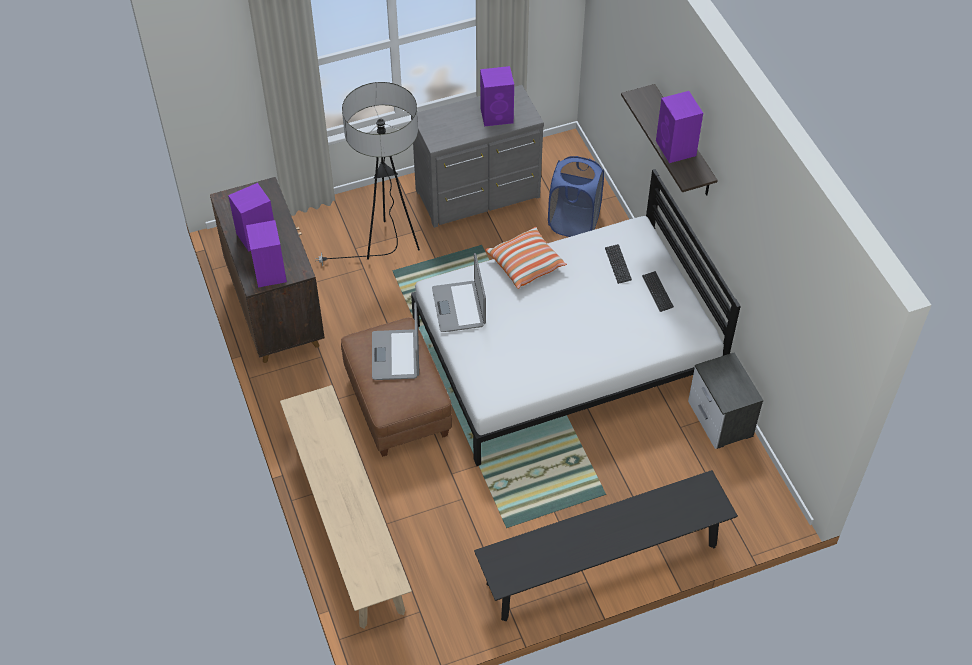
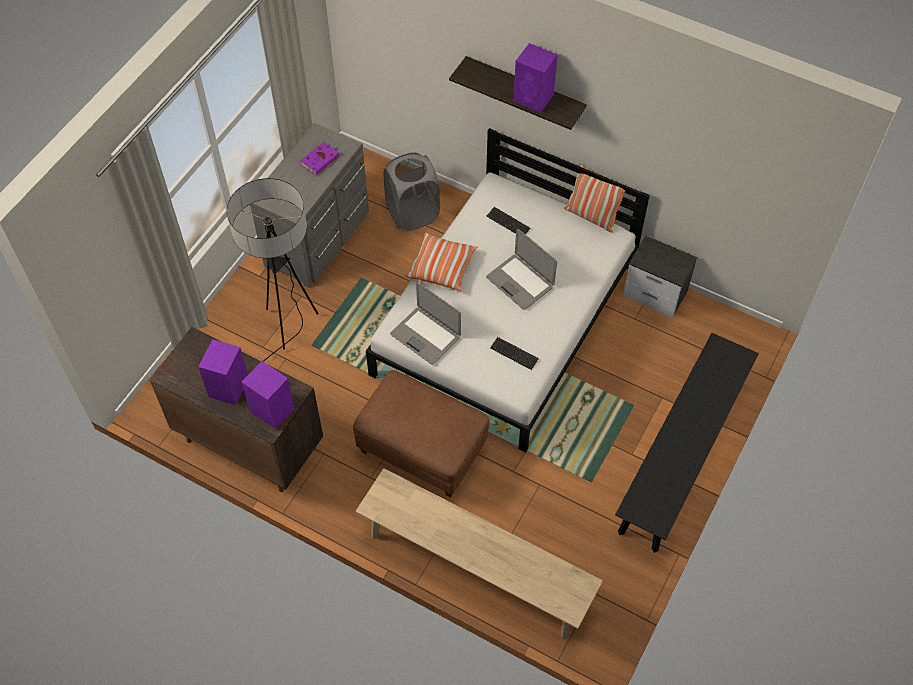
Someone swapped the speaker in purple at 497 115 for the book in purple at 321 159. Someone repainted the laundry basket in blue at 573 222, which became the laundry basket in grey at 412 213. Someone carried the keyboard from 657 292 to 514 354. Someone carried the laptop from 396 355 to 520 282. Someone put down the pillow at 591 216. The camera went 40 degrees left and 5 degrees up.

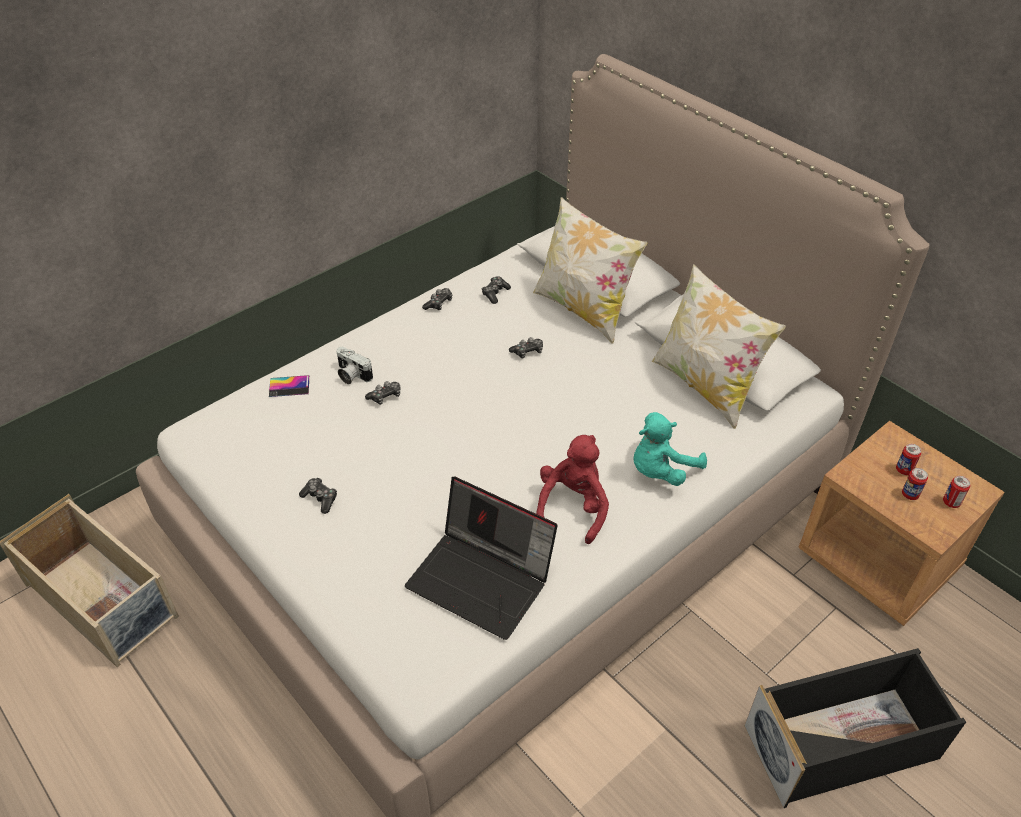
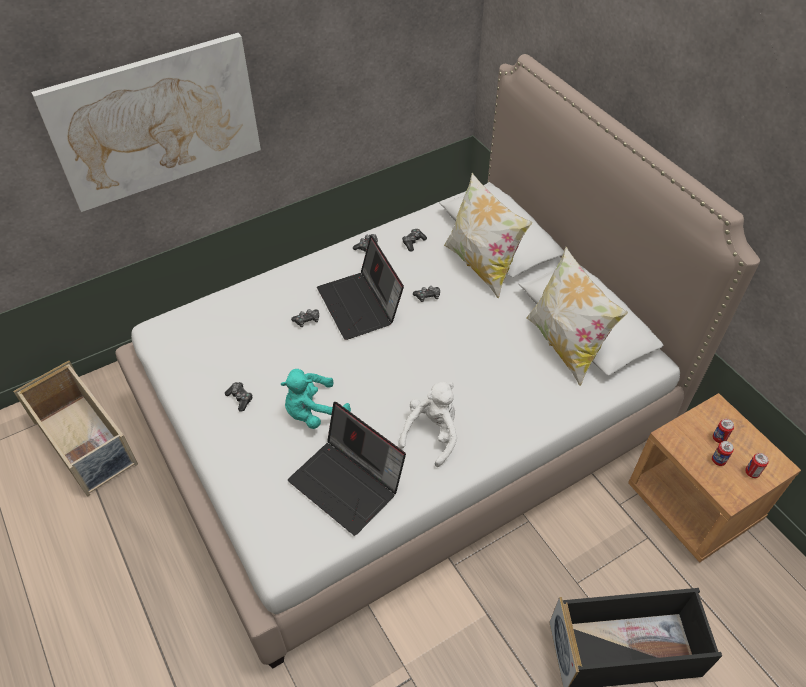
Someone took away the photo camera at 351 375. Someone took away the phone at 289 386. Someone carried the plush toy in turquoise from 660 470 to 313 412. Someone repainted the plush toy in red at 573 507, which became the plush toy in white at 432 434. Someone put up the picture at 156 122. Someone put down the laptop at 361 305. The camera went 10 degrees right and 5 degrees up.

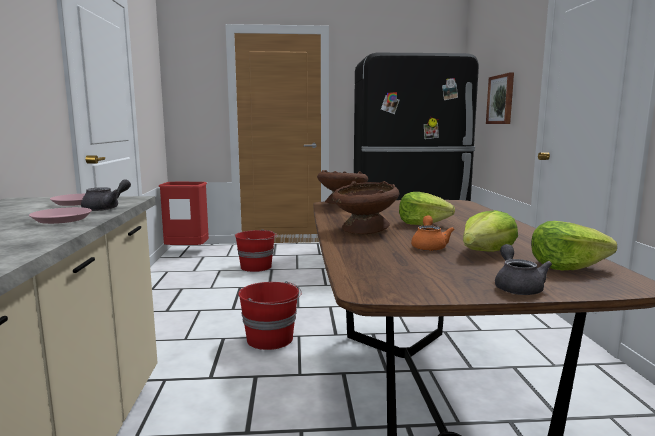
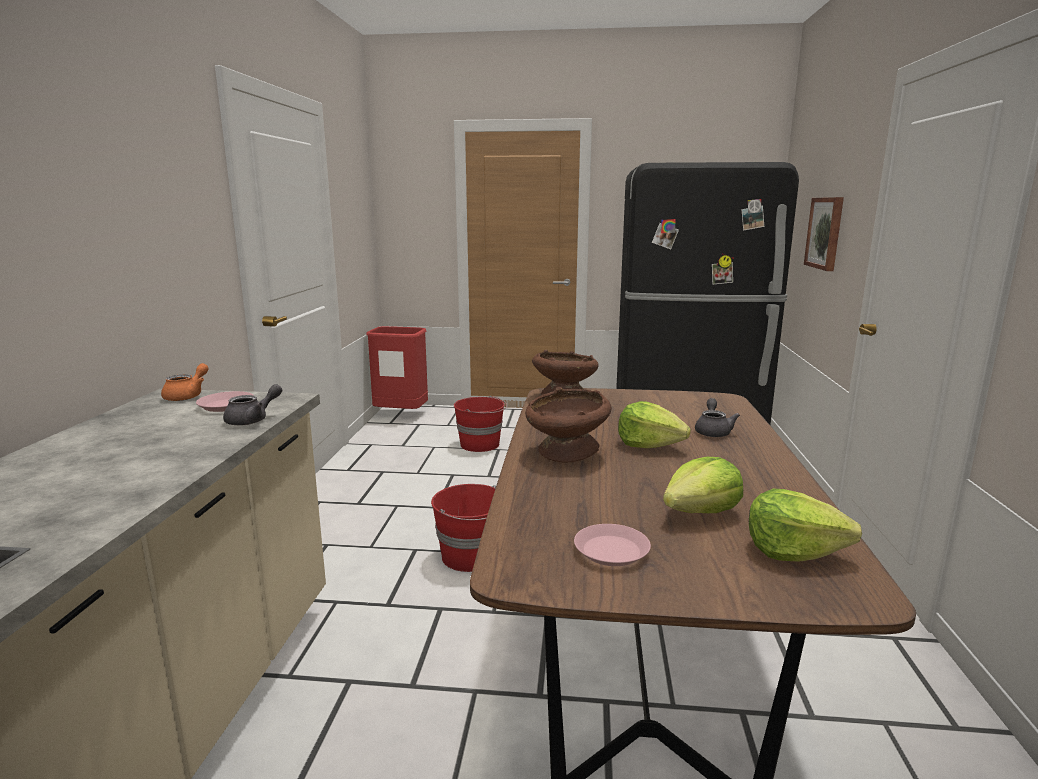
Someone carried the plate in pink from 61 219 to 611 550. Someone carried the teapot in orange from 429 246 to 188 396. Someone carried the teapot in grey from 517 287 to 713 431. The camera went 10 degrees right and 5 degrees up.

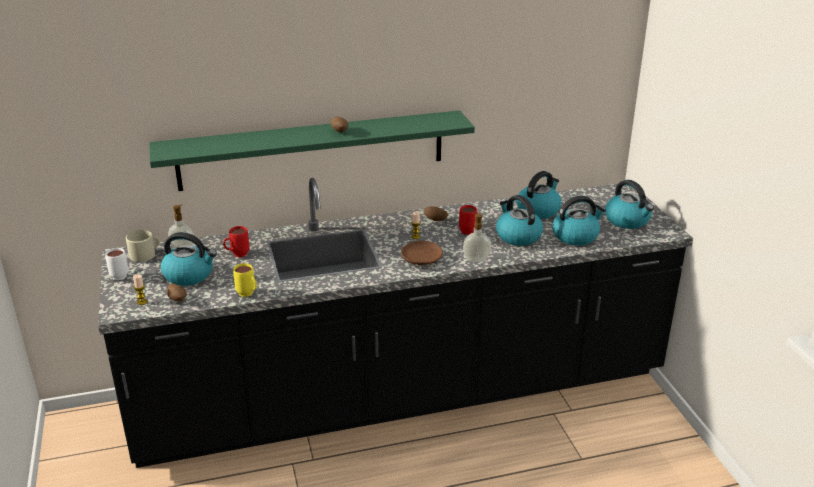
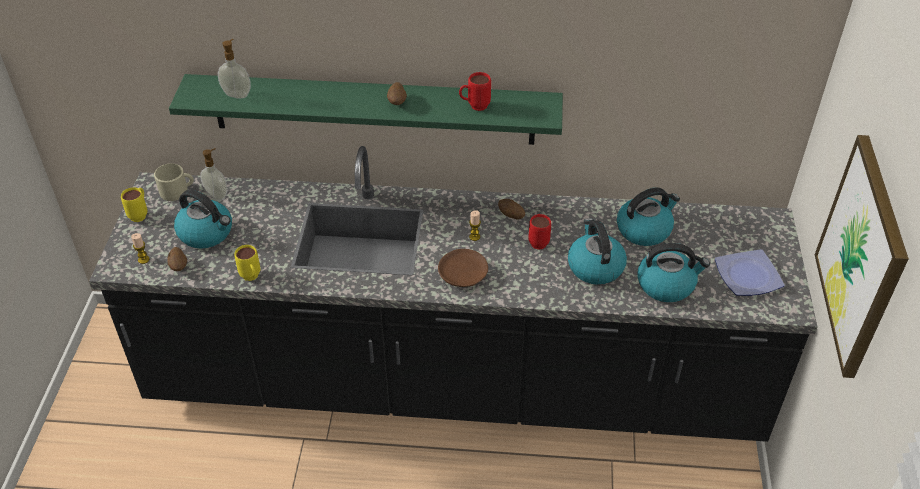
Someone swapped the kettle at 627 220 for the plate at 748 275. Someone carried the soap dispenser from 476 259 to 237 94. Someone carried the mug in red from 237 255 to 474 106. Someone repainted the mug in white at 120 274, which became the mug in yellow at 140 214. Someone put up the picture at 861 256. The camera went 20 degrees right and 15 degrees up.

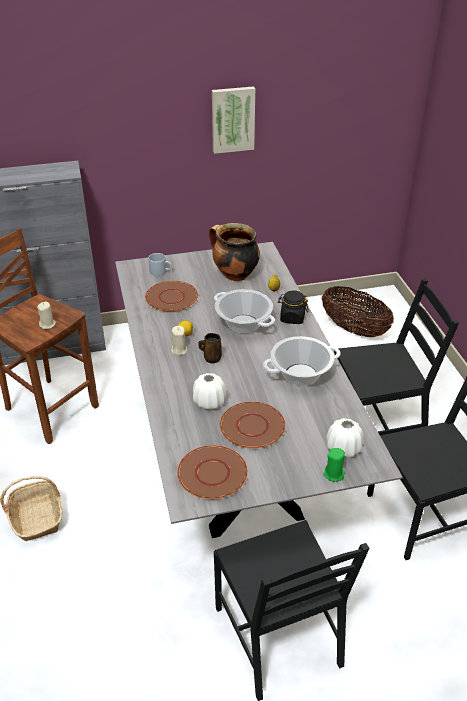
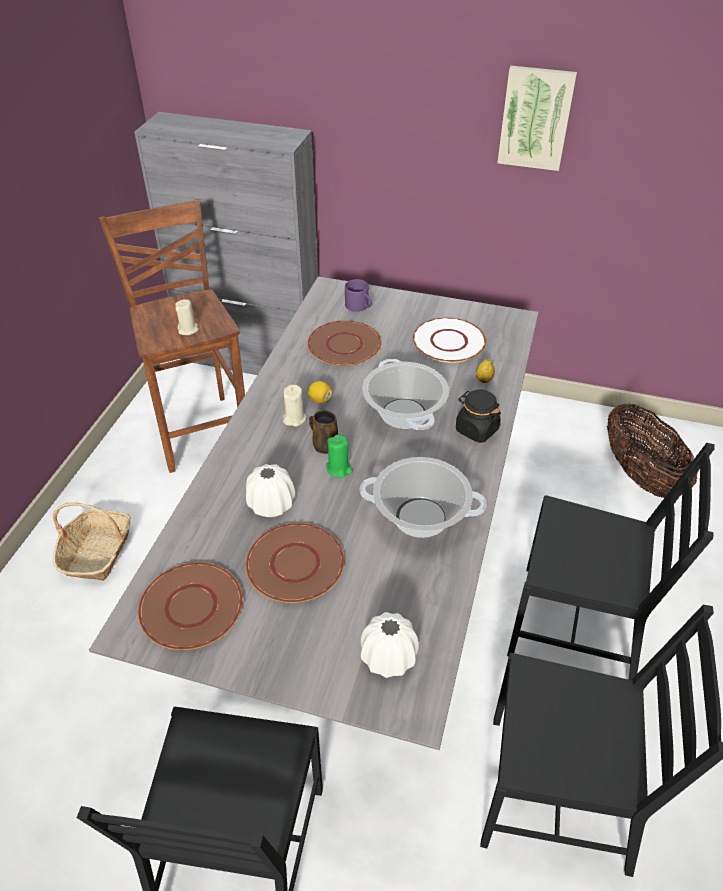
Someone swapped the cooking pot at 234 275 for the plate in white at 448 341. Someone repainted the mug in grey at 161 271, which became the mug in purple at 360 306. Someone carried the candle in green from 334 474 to 339 469. The camera went 30 degrees right and 5 degrees up.

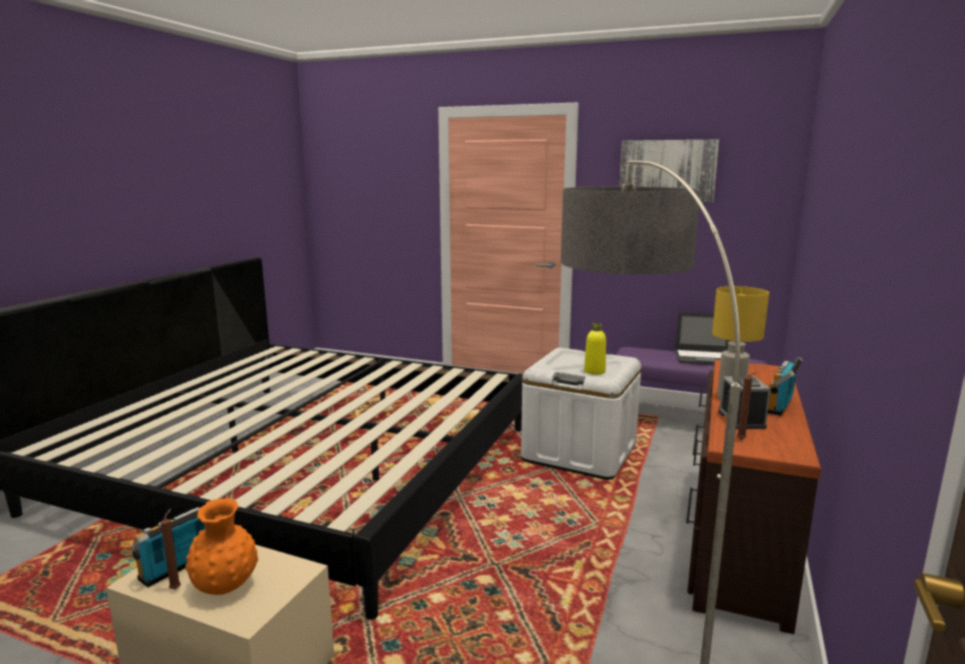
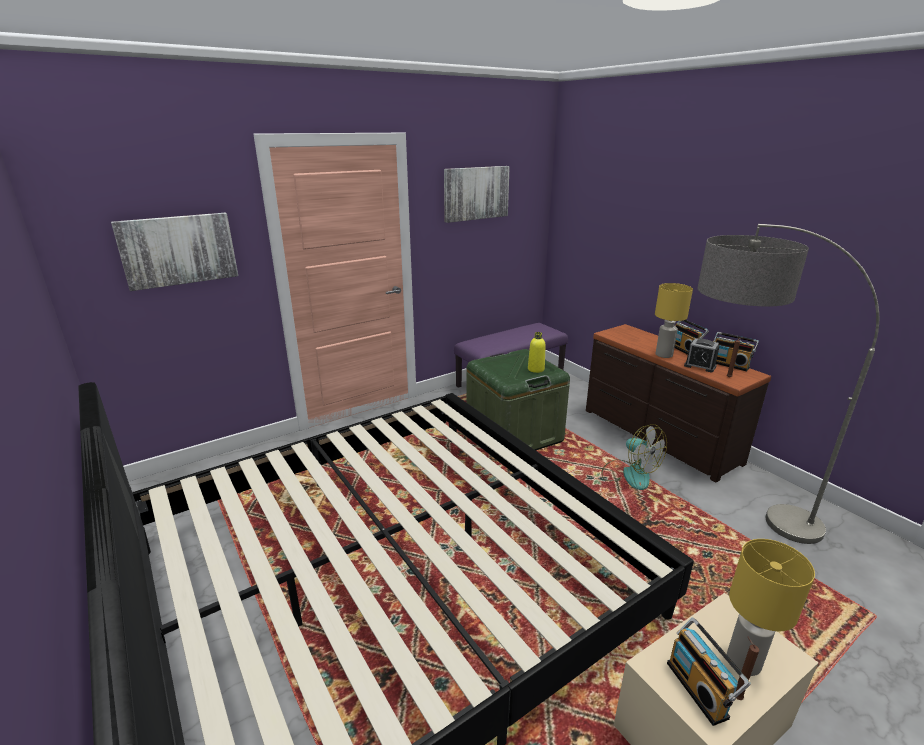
Someone took away the laptop at 704 358. Someone repainted the storage box in white at 579 452, which became the storage box in green at 514 433. Someone swapped the vase in orange at 225 587 for the table lamp in yellow at 742 661. Someone put up the picture at 178 250. Someone put down the radio at 729 364. Someone put down the fan at 629 474. The camera went 55 degrees left and 10 degrees up.

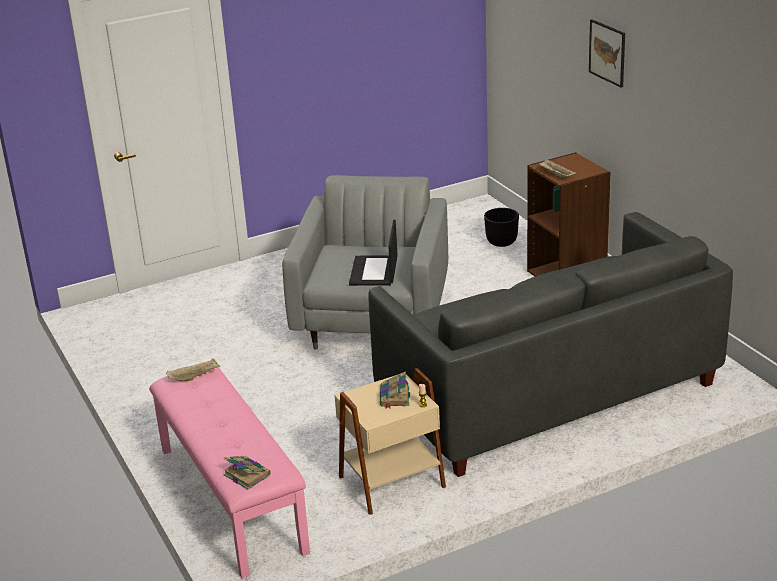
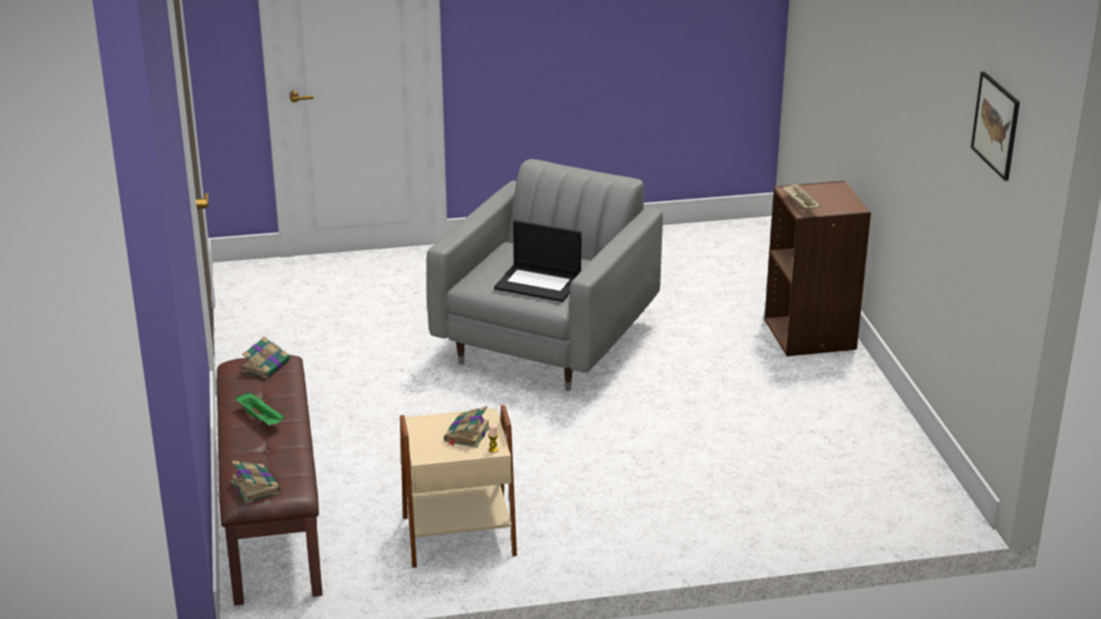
Someone carried the picture from 607 52 to 996 125. Someone took away the planter in black at 502 242. Someone took away the sofa in grey at 548 393. Someone rotated the laptop at 374 271 by 90 degrees counterclockwise. Someone swapped the tray in beige at 194 377 for the book at 266 365. Someone repainted the bench in pink at 230 499, which became the bench in brown at 270 515. Someone put down the tray in green at 261 419. The camera went 15 degrees right and 0 degrees up.

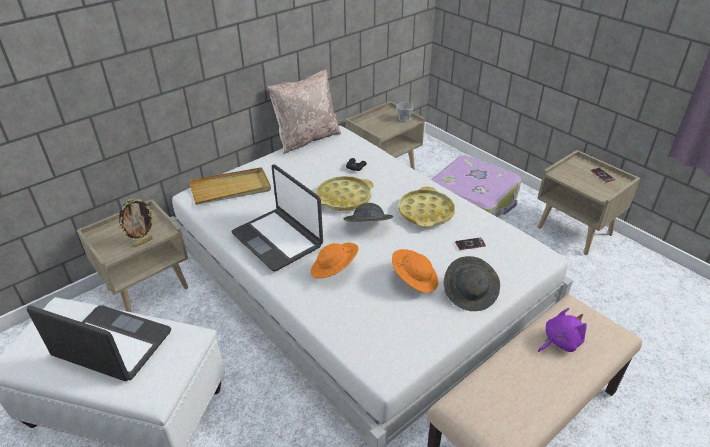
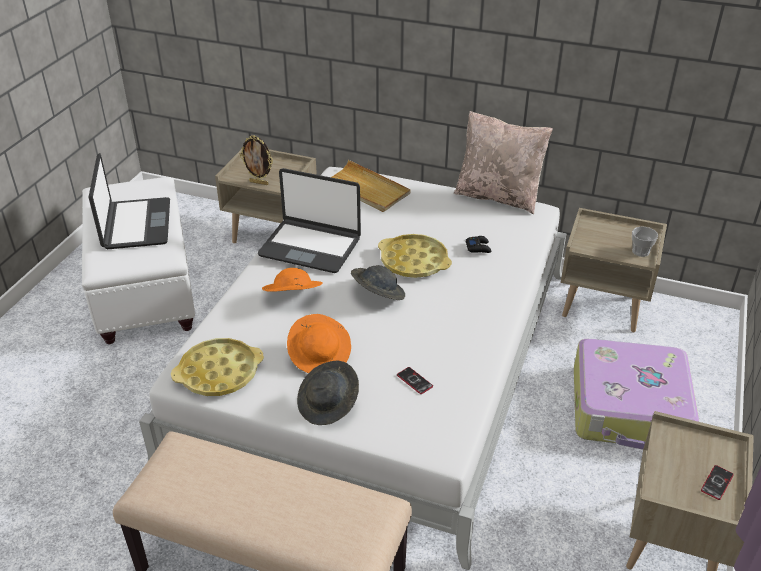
Someone rotated the laptop at 278 239 by 90 degrees counterclockwise. Someone carried the tray in yellow from 426 212 to 219 373. Someone took away the plush toy in purple at 560 341. The camera went 60 degrees right and 0 degrees up.

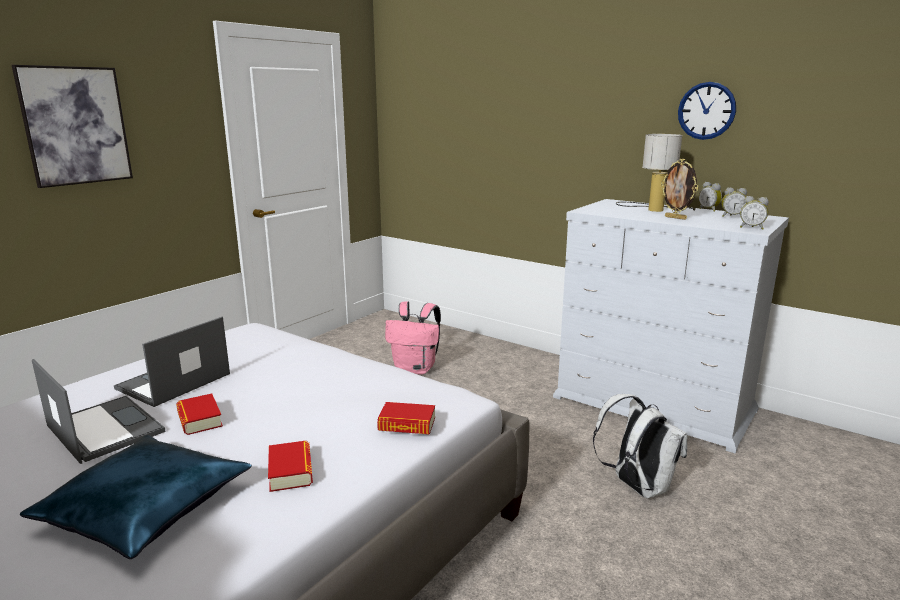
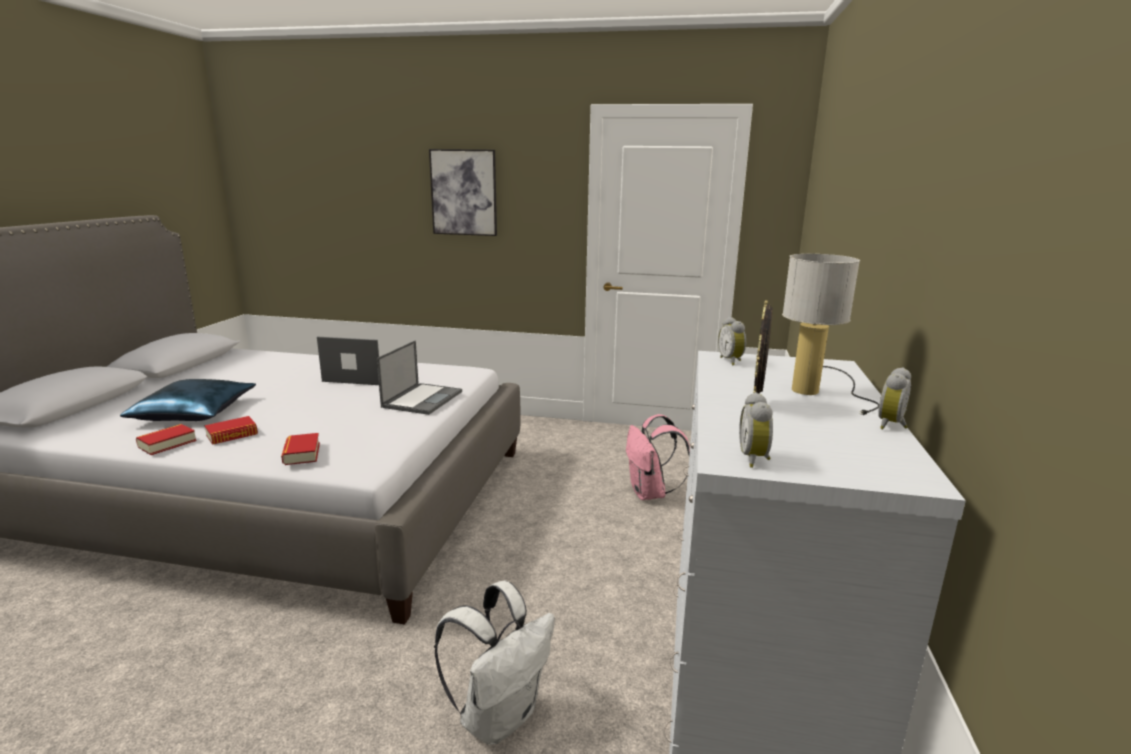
Someone took away the wall clock at 706 111. Someone carried the alarm clock from 731 216 to 731 361. Someone carried the laptop from 104 428 to 422 399. Someone carried the book from 199 419 to 167 444. The camera went 65 degrees right and 0 degrees up.

